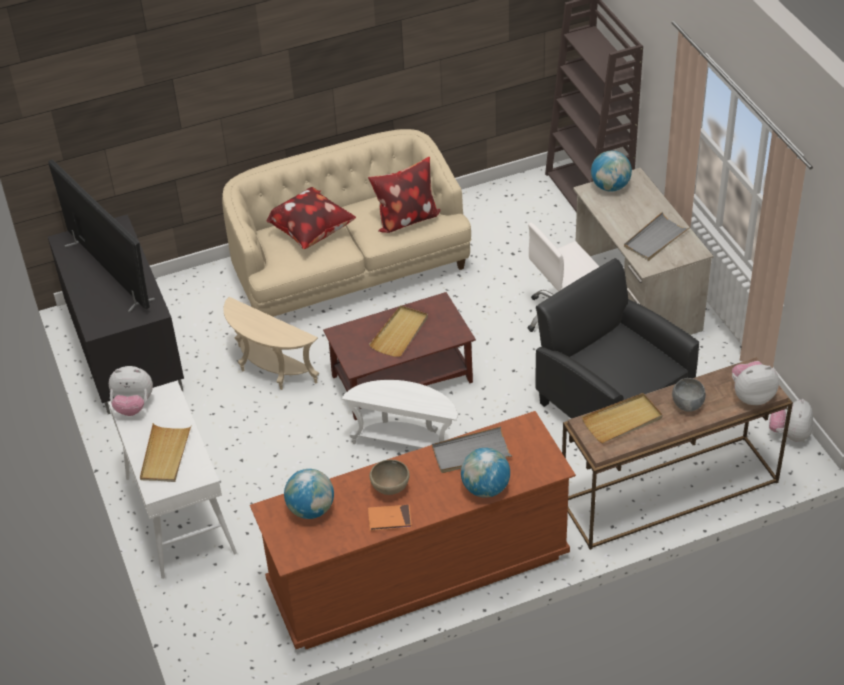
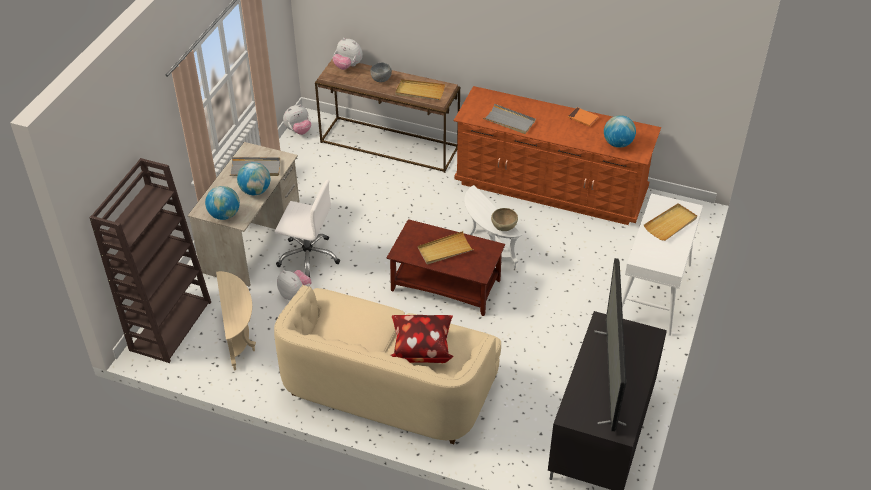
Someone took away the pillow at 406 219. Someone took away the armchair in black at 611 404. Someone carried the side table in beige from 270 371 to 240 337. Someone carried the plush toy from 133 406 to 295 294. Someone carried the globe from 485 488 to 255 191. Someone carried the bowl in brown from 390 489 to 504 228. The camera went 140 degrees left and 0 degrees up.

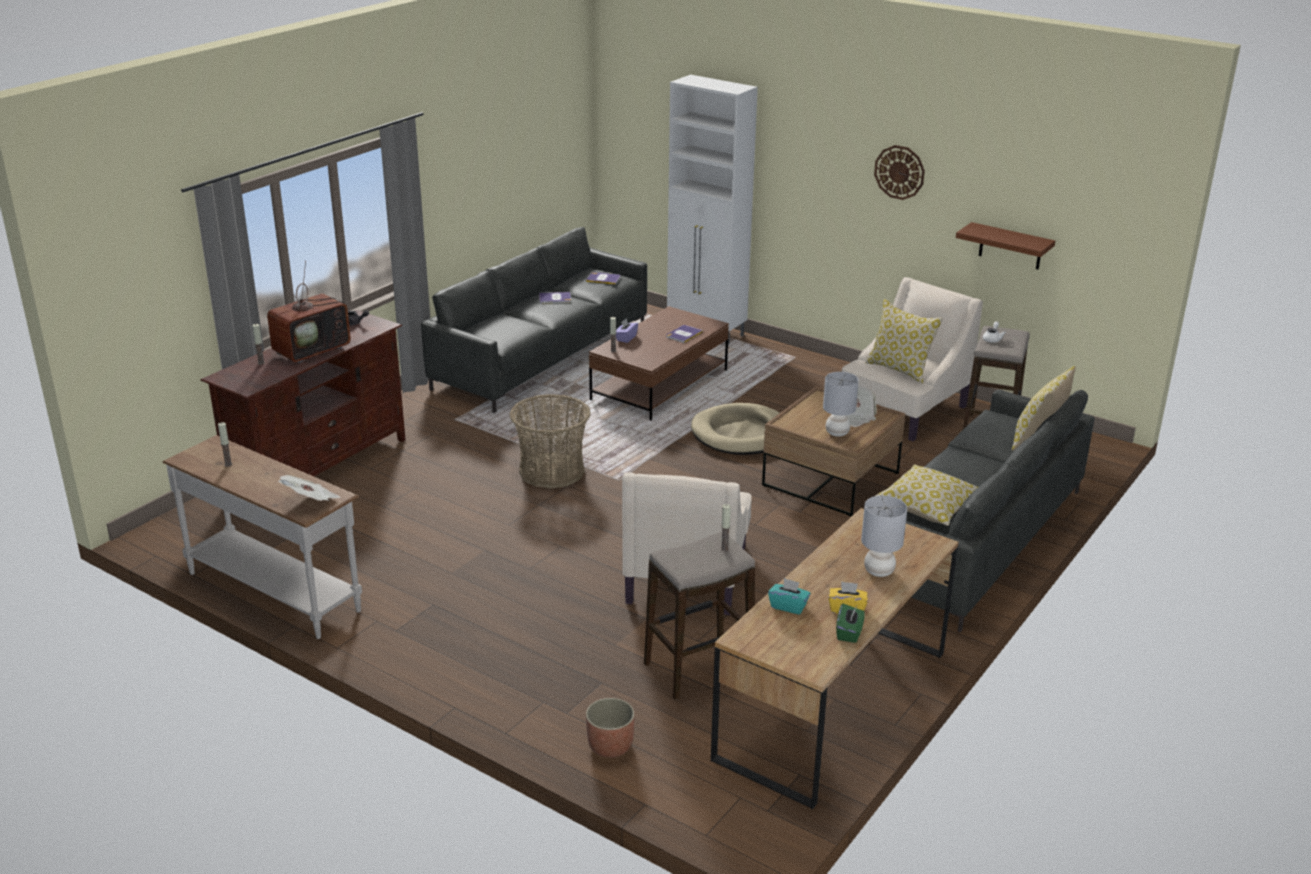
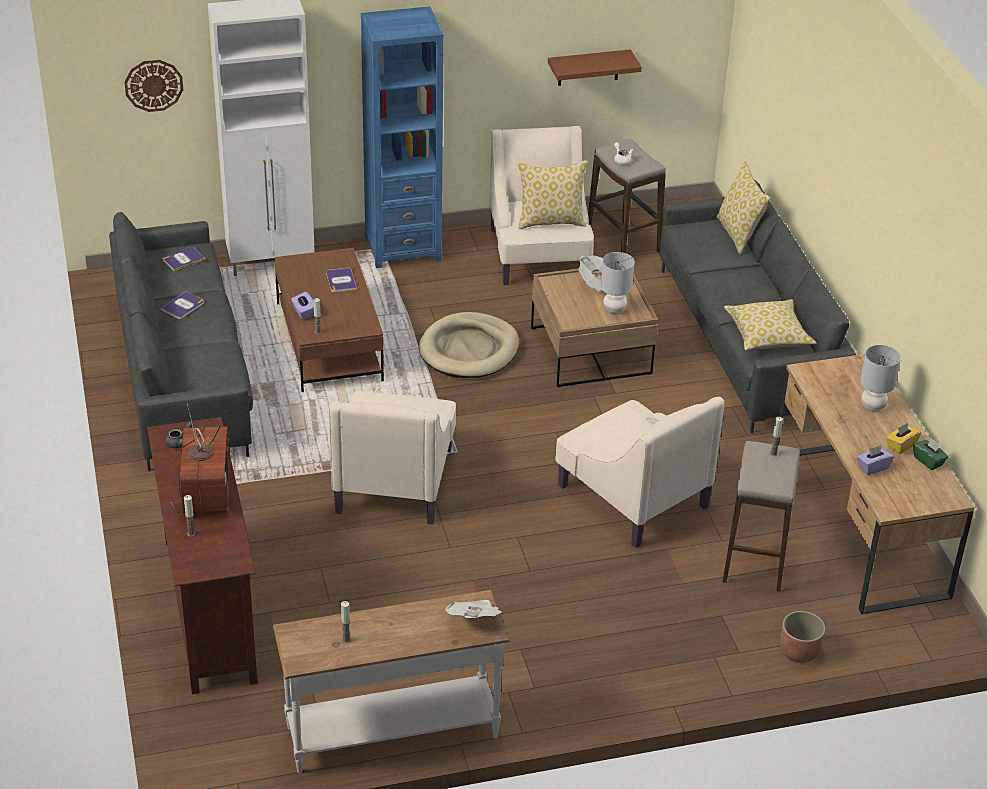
Someone carried the wall clock from 899 172 to 153 85. Someone swapped the basket at 551 471 for the armchair in beige at 395 479. Someone repainted the tissue box in turquoise at 788 606, which became the tissue box in purple at 873 467. Someone put down the bookcase in blue at 403 249. The camera went 50 degrees left and 10 degrees up.

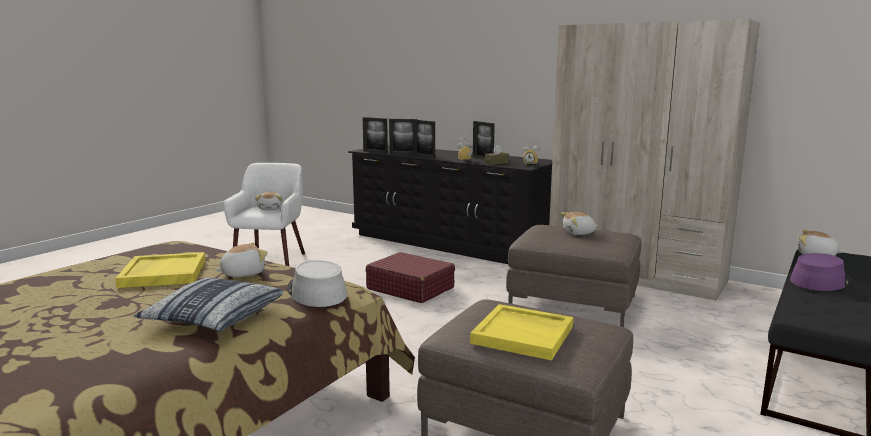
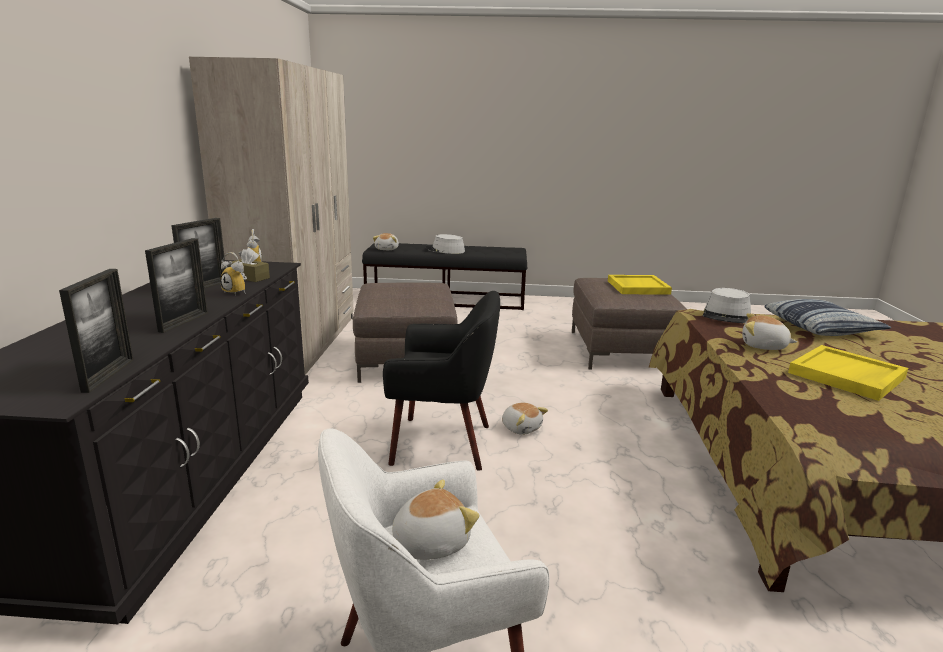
Someone took away the picture frame at 403 154. Someone carried the plush toy from 578 233 to 521 428. Someone swapped the suitcase in red at 410 288 for the armchair in black at 443 443. Someone repainted the hat in purple at 819 280, which became the hat in grey at 445 250. The camera went 120 degrees left and 5 degrees up.

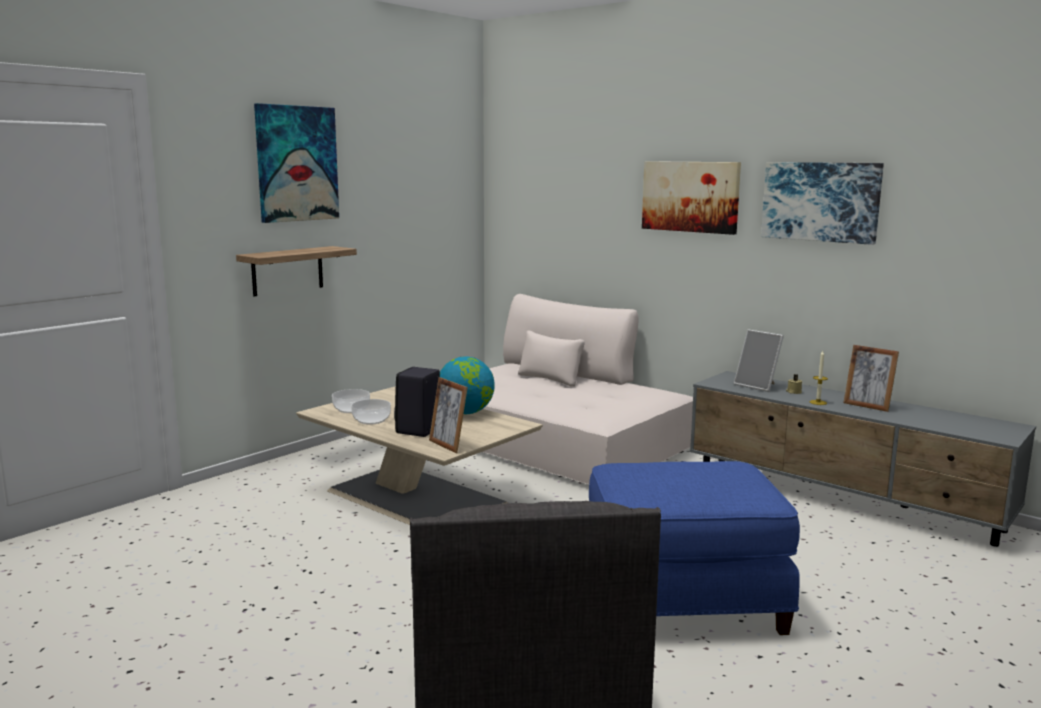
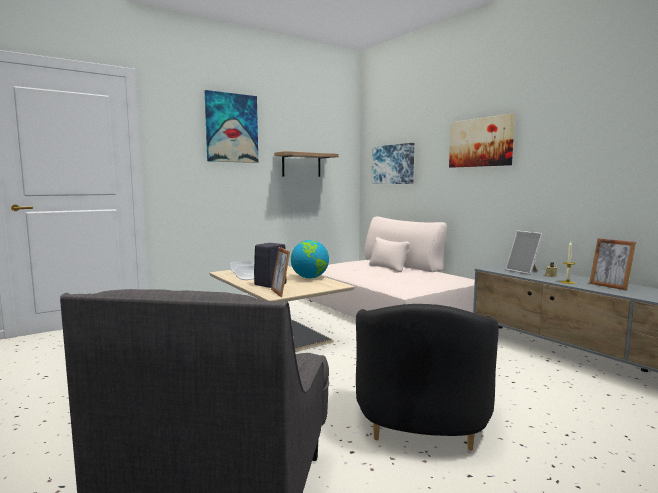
Someone carried the picture from 820 201 to 393 164. Someone carried the shelf from 287 271 to 301 165. Someone swapped the ottoman in blue at 682 603 for the armchair in black at 421 421. The camera went 15 degrees right and 5 degrees down.

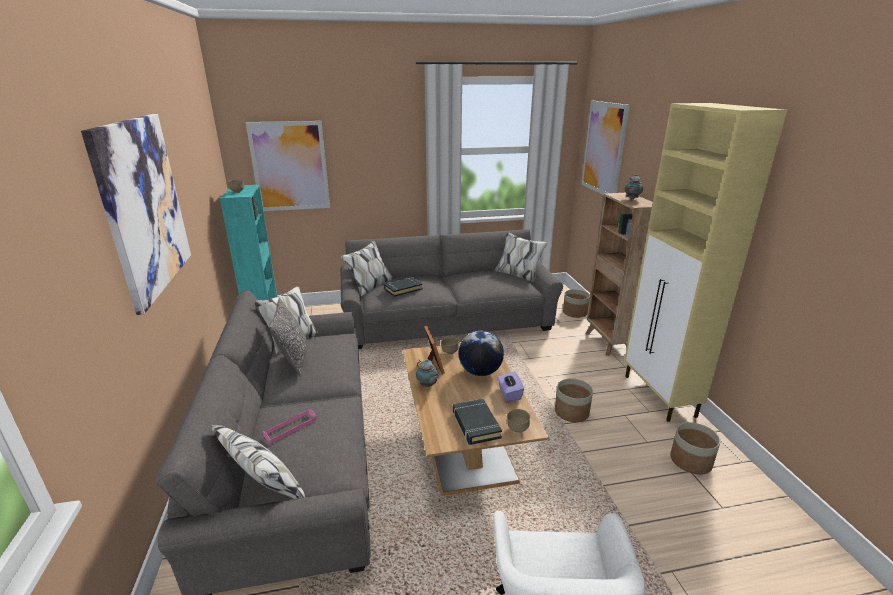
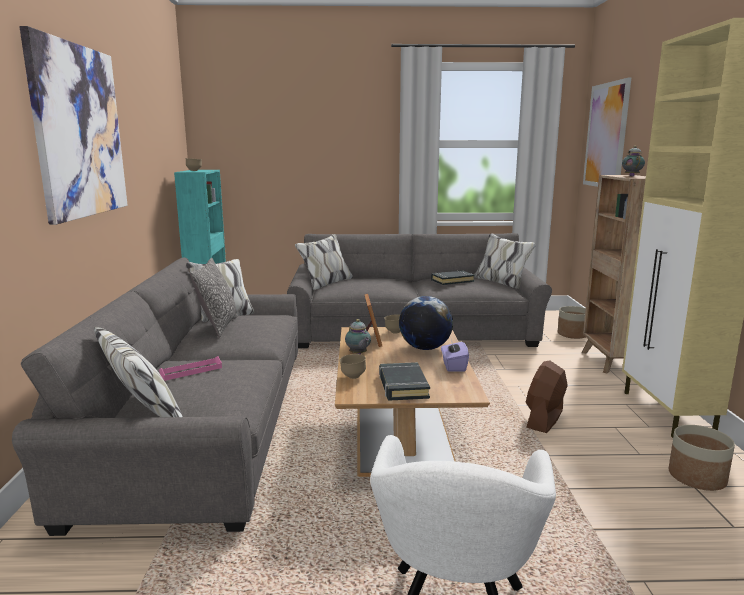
Someone took away the picture at 290 166. Someone carried the book in black from 403 289 to 452 280. Someone swapped the planter at 572 412 for the fan in brown at 544 419. Someone carried the bowl in brown from 517 430 to 352 377. The camera went 10 degrees right and 10 degrees down.

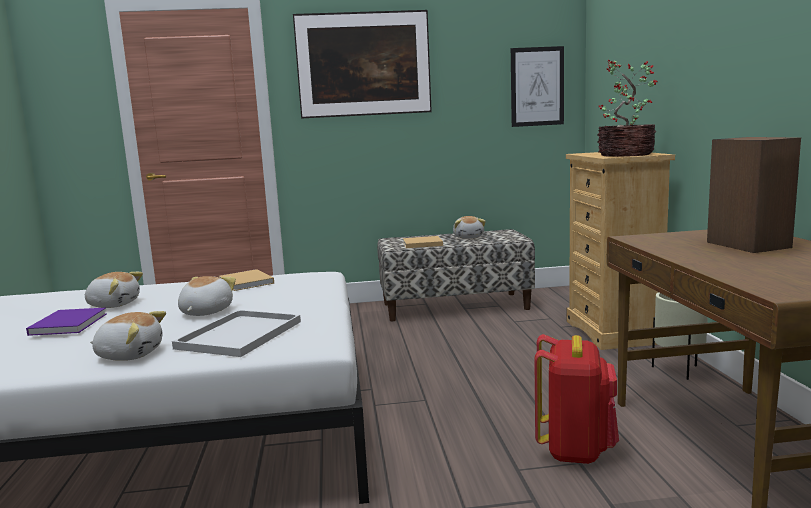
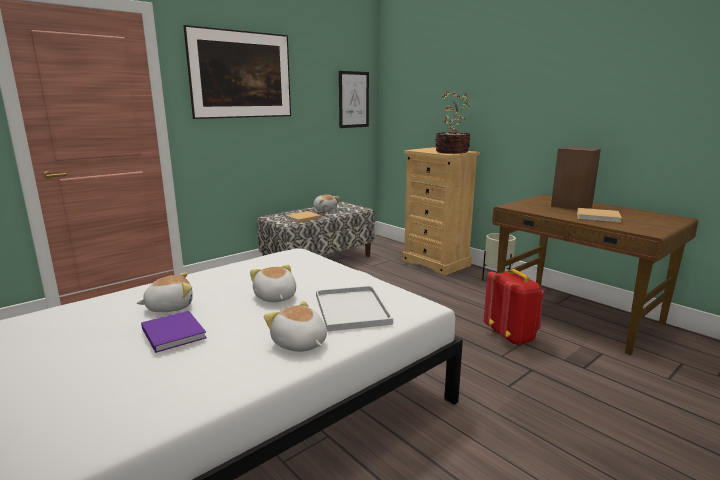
Someone carried the book in beige from 247 282 to 599 217. Someone rotated the plush toy at 130 354 by 105 degrees counterclockwise. The camera went 35 degrees left and 5 degrees up.

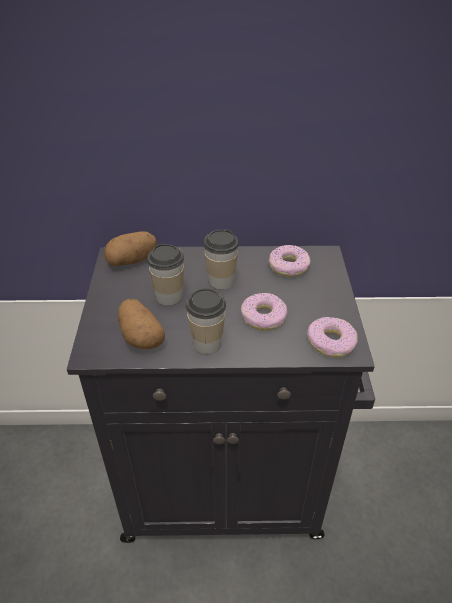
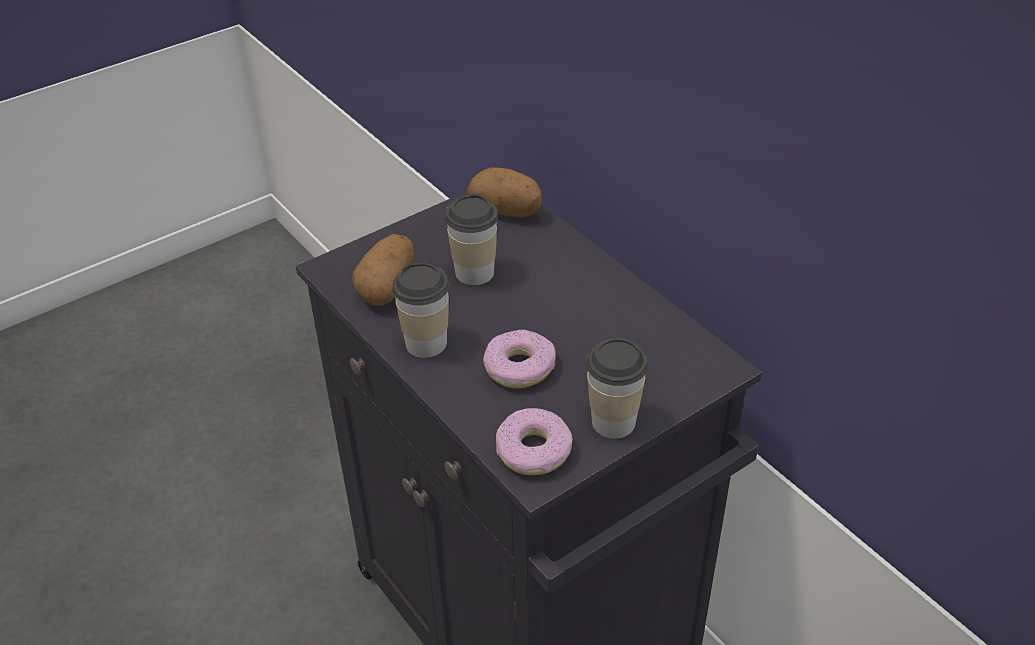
Someone carried the cup from 221 281 to 613 421. Someone took away the donut at 289 266. The camera went 55 degrees right and 0 degrees up.

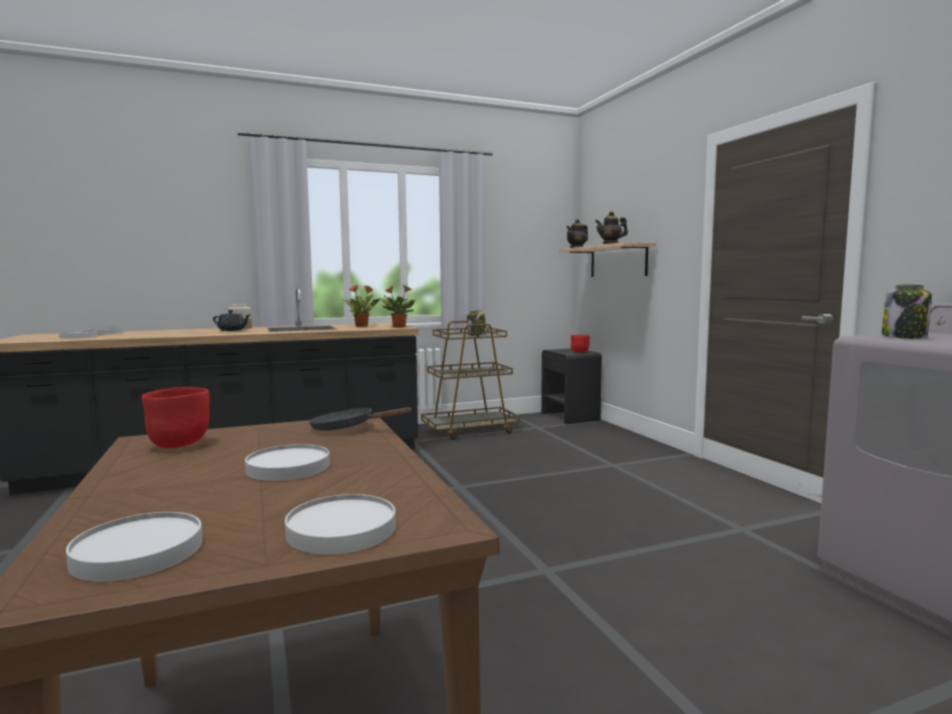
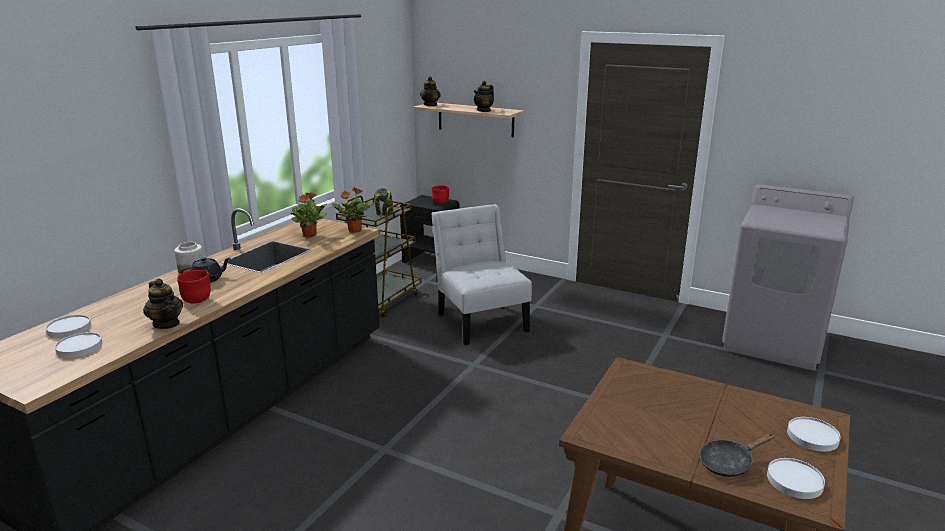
Someone took away the jar at 904 337. Someone carried the bowl in red from 180 444 to 197 300. Someone carried the frying pan in black from 348 428 to 729 463. Someone took away the plate in white at 288 467. Someone put down the chair in white at 480 320. Someone put down the teapot at 166 324. The camera went 40 degrees left and 15 degrees up.

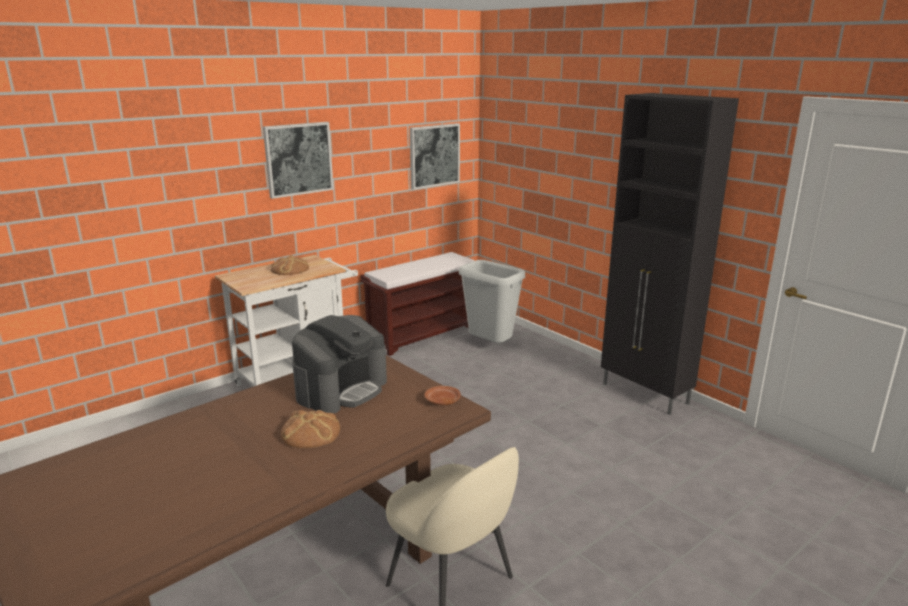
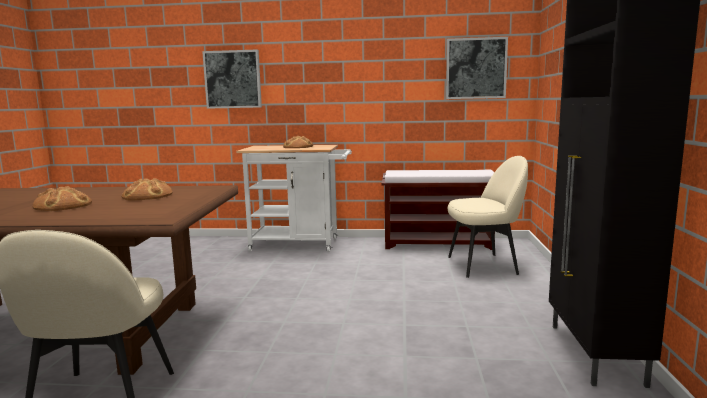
Someone carried the picture from 298 159 to 233 79. Someone swapped the trash can in grey at 491 346 for the chair in beige at 484 265. Someone swapped the coffee machine at 342 389 for the bread at 147 196. Someone took away the plate in brown at 442 401. The camera went 45 degrees right and 10 degrees down.

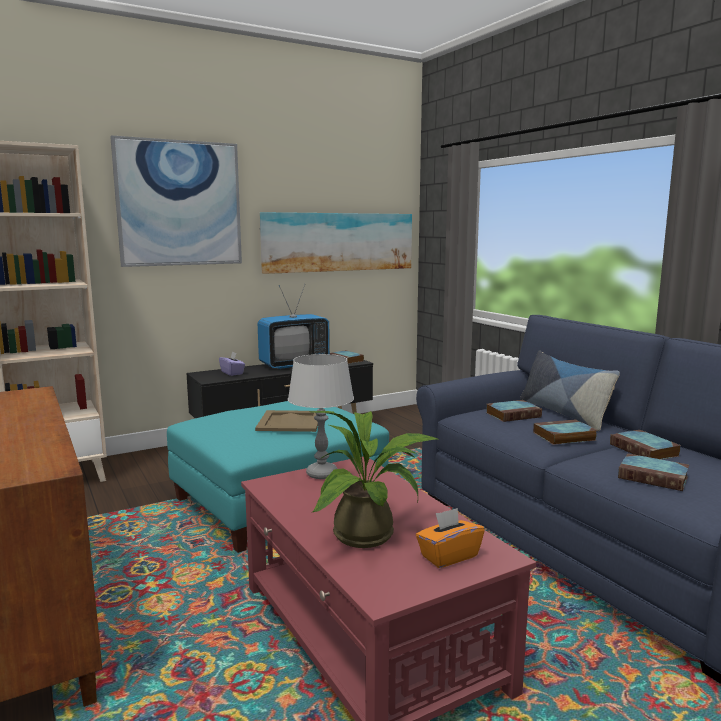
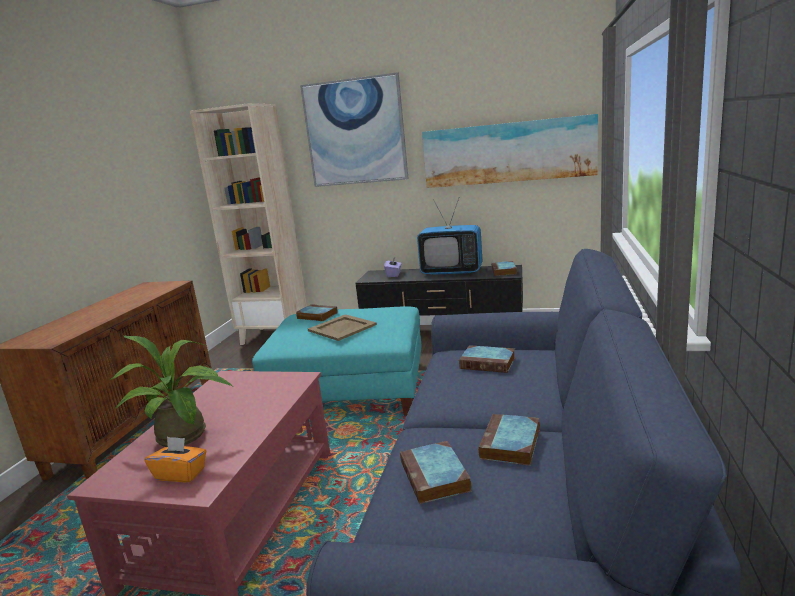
Someone took away the pillow at 564 413. Someone took away the table lamp in grey at 322 474. Someone carried the book from 563 436 to 316 316. The camera went 45 degrees right and 5 degrees up.

